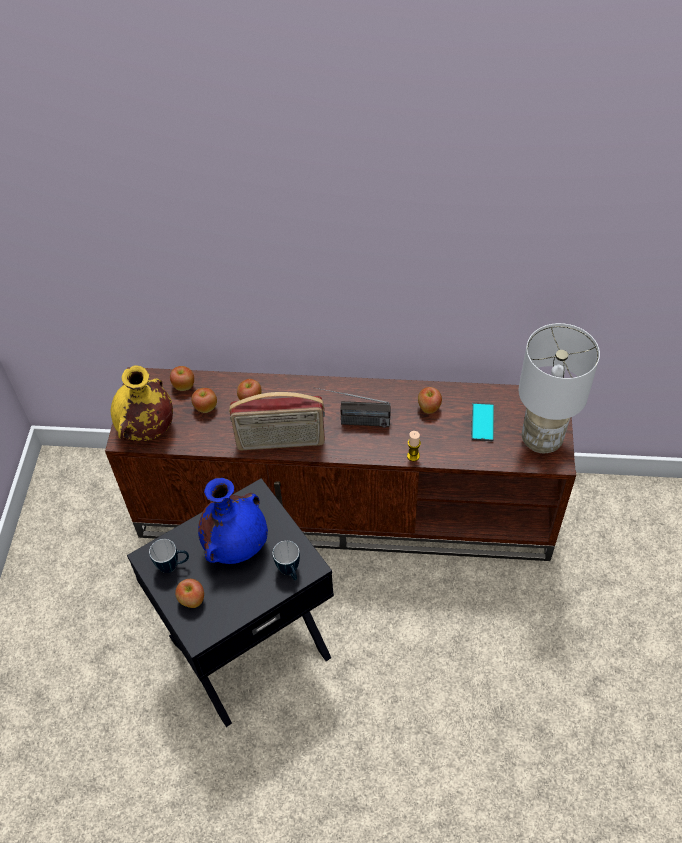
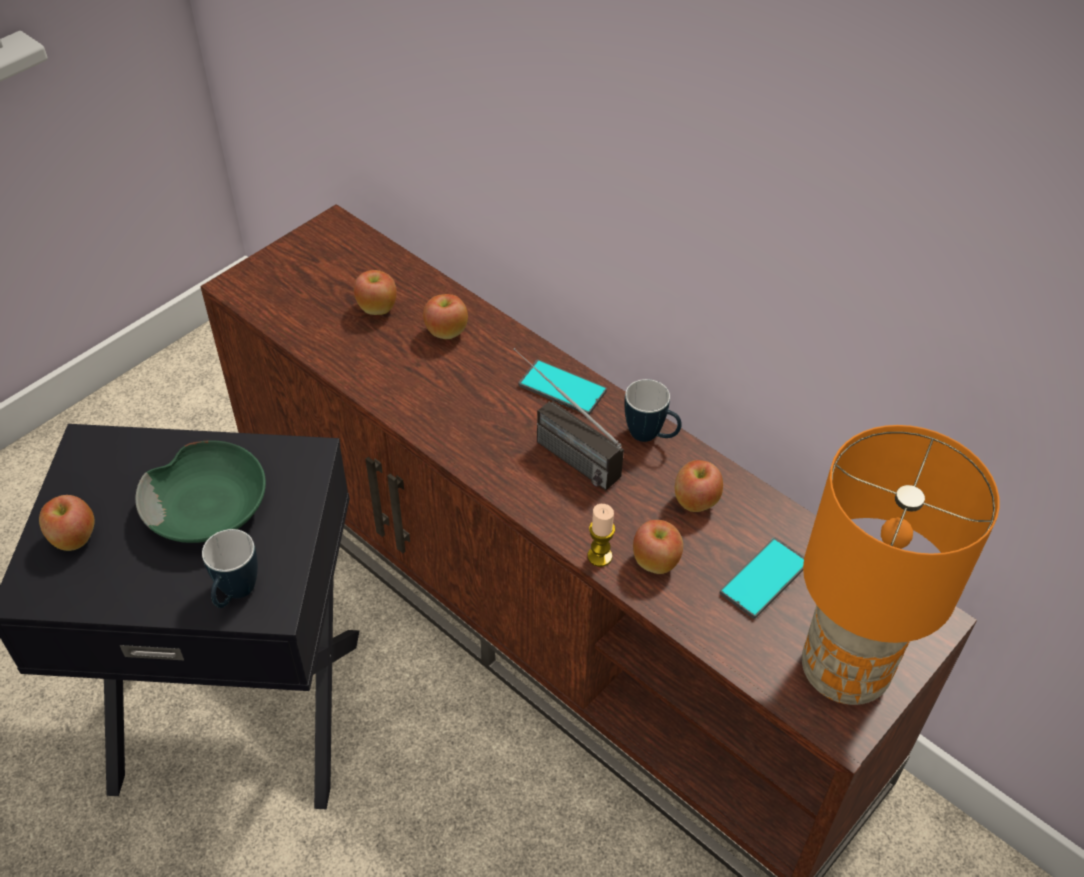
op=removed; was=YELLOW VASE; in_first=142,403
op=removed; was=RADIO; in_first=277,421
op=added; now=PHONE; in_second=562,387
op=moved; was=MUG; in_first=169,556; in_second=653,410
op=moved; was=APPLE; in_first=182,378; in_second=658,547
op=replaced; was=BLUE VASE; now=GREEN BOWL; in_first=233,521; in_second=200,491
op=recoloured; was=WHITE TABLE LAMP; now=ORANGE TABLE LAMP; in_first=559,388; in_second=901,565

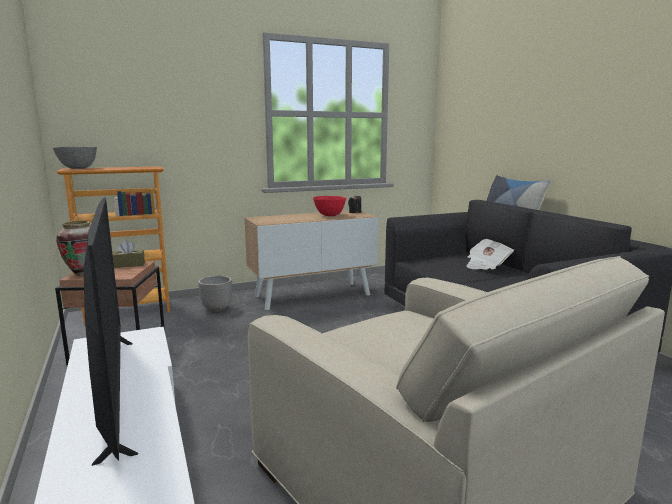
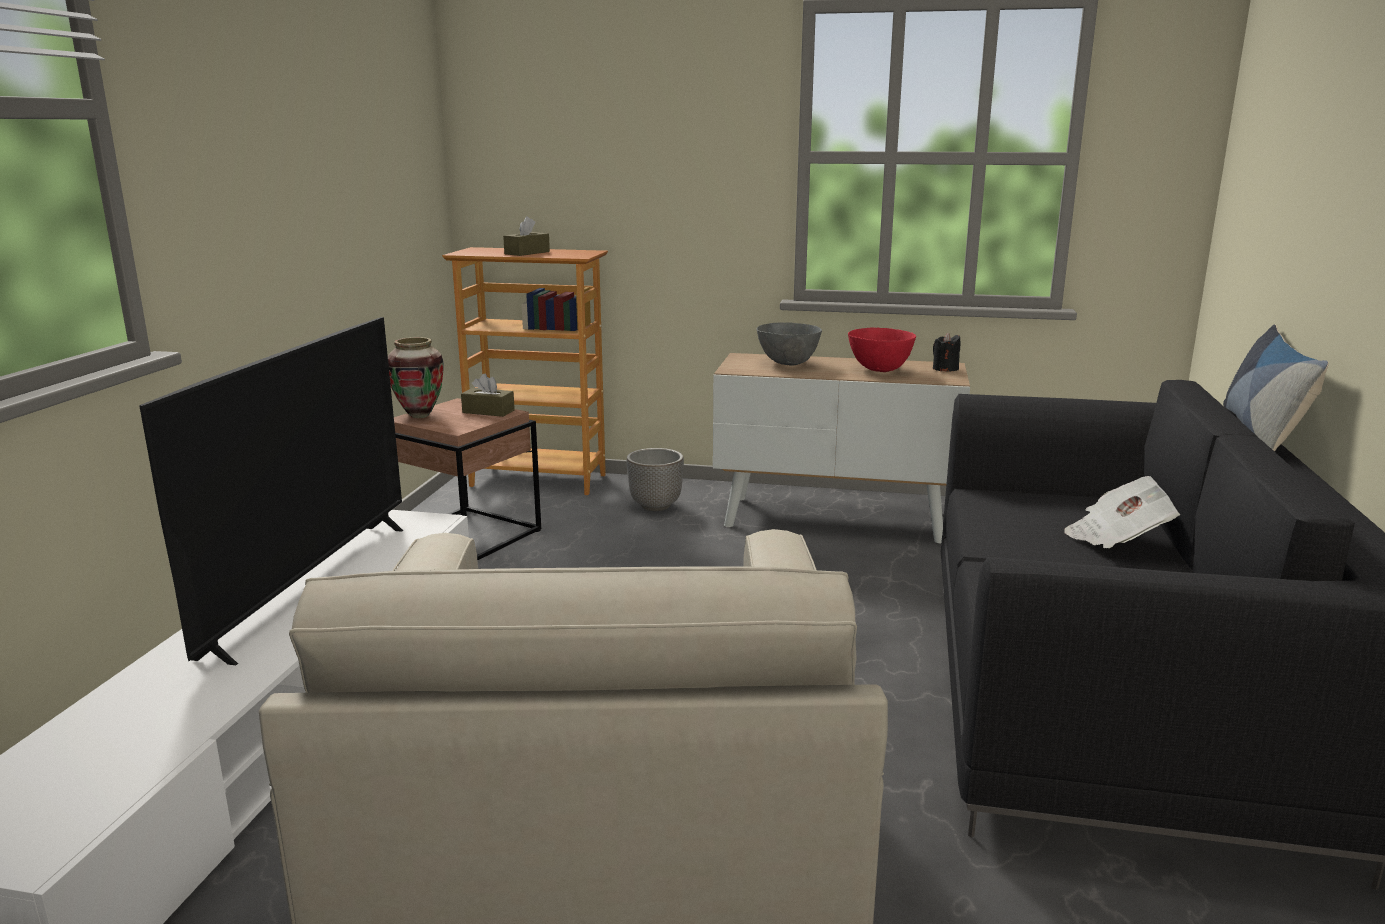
op=added; now=BROWN TISSUE BOX; in_second=526,236
op=moved; was=GREY BOWL; in_first=75,158; in_second=789,343

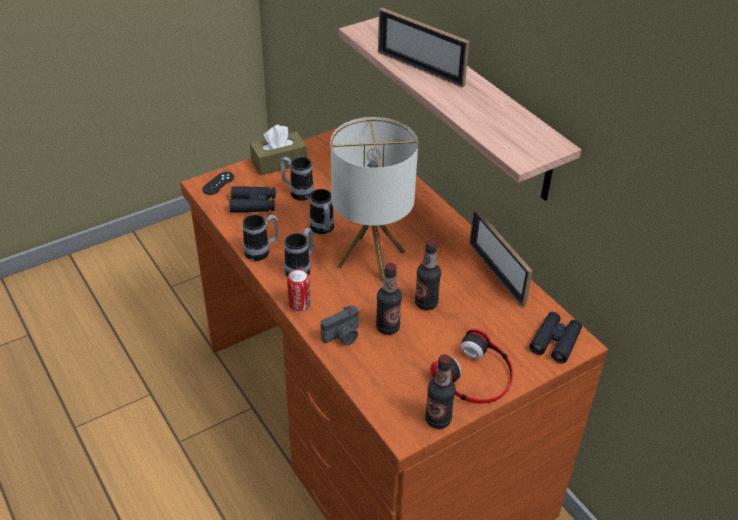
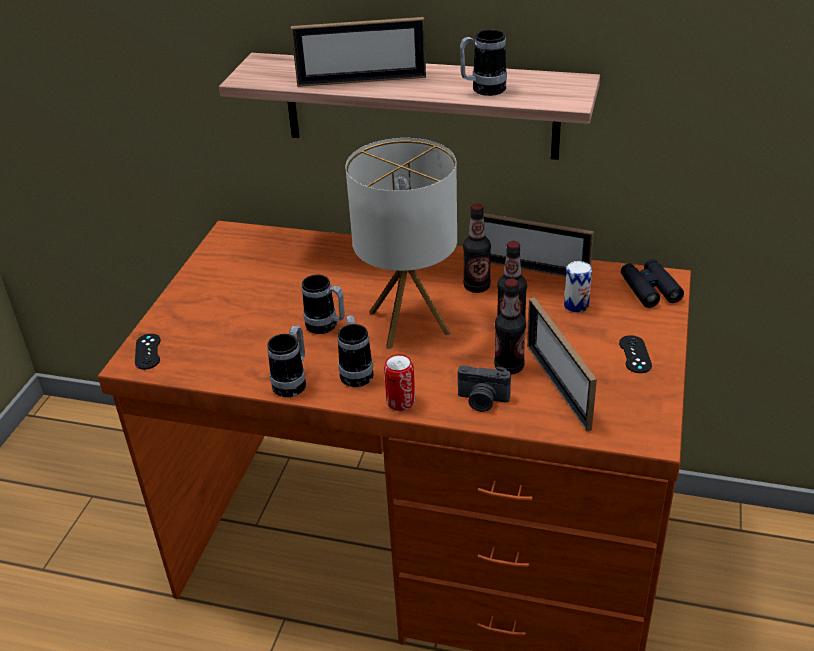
op=removed; was=BLACK BINOCULARS; in_first=252,199
op=removed; was=BROWN TISSUE BOX; in_first=278,150
op=added; now=PICTURE FRAME; in_second=562,364
op=added; now=CAN; in_second=578,287
op=moved; was=MUG; in_first=297,179; in_second=483,62
op=moved; was=BOTTLE; in_first=440,391; in_second=477,248
op=replaced; was=HEADPHONES; now=BLACK GAME CONTROLLER; in_first=472,366; in_second=635,354
op=turned; was=PHOTO CAMERA; in_first=339,325; in_second=484,388; clockwise=90

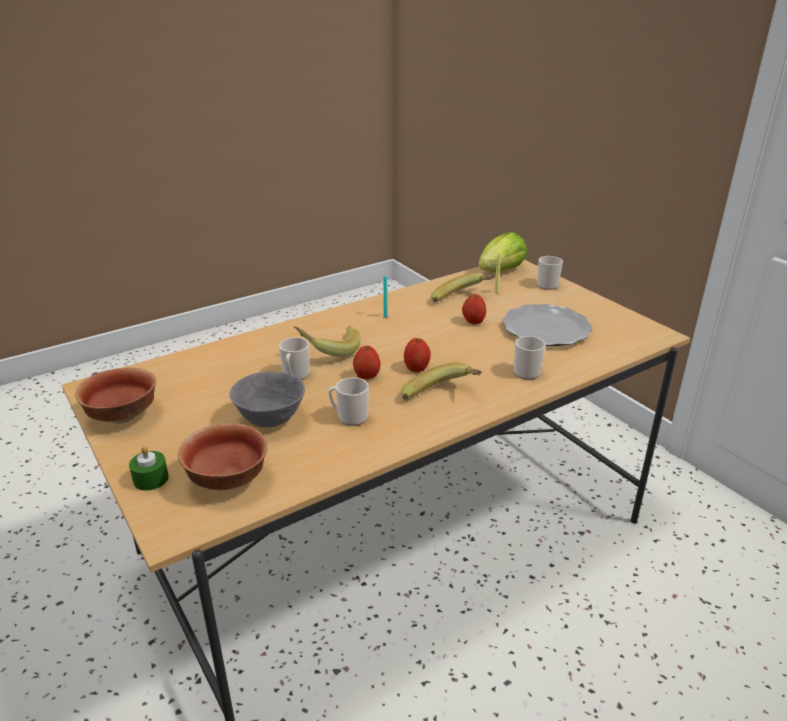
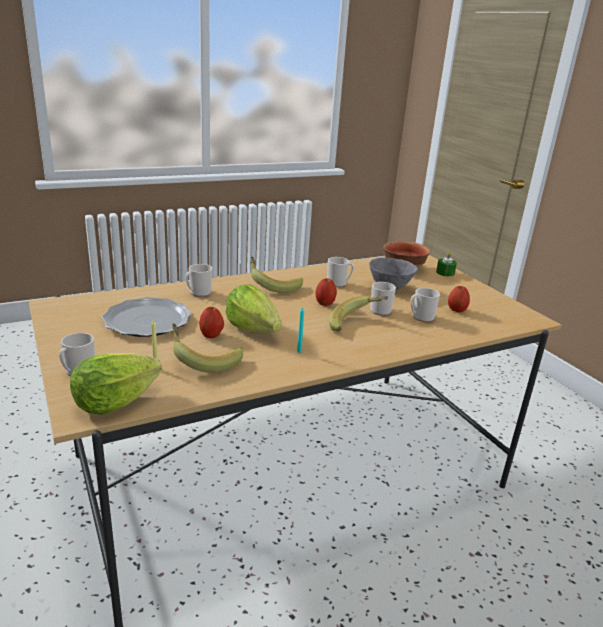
op=removed; was=BOWL; in_first=115,395
op=added; now=LETTUCE; in_second=253,309
op=added; now=MUG; in_second=425,305
op=moved; was=APPLE; in_first=417,355; in_second=459,299

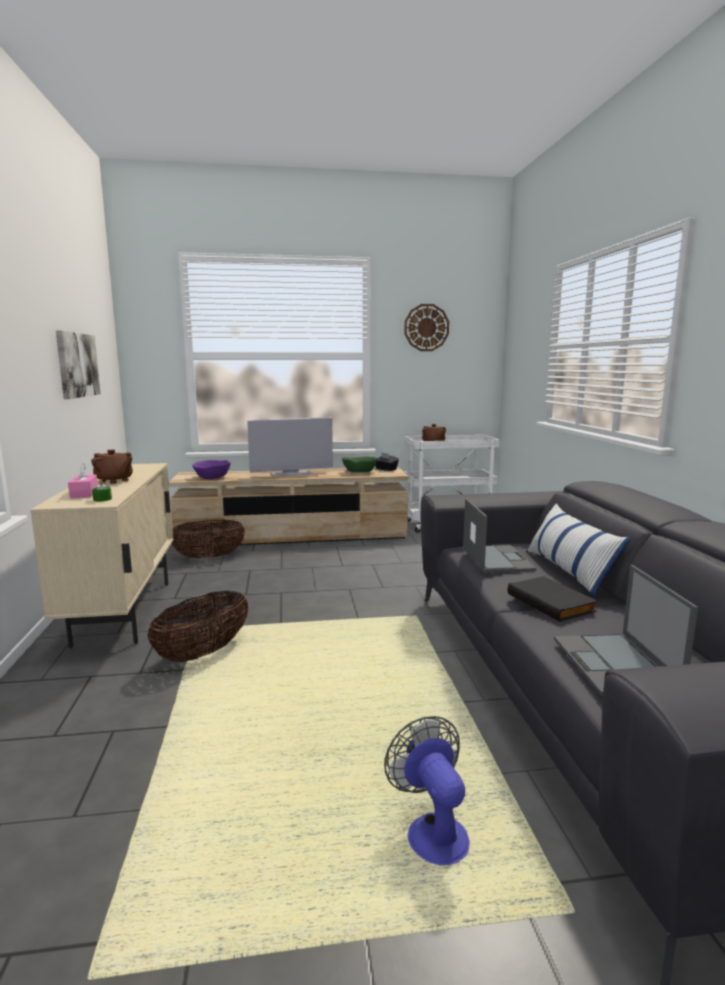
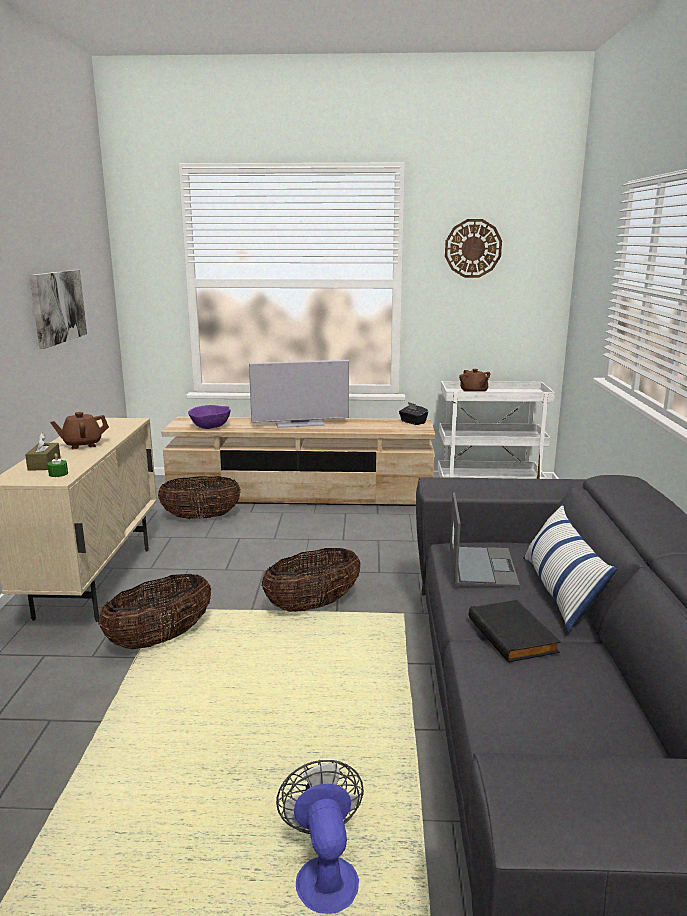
op=removed; was=GREEN BOWL; in_first=359,464
op=removed; was=LAPTOP; in_first=626,630
op=added; now=BASKET; in_second=311,580
op=recoloured; was=PINK TISSUE BOX; now=BROWN TISSUE BOX; in_first=83,480; in_second=43,452
op=turned; was=BROWN TEAPOT; in_first=112,467; in_second=79,430; clockwise=120

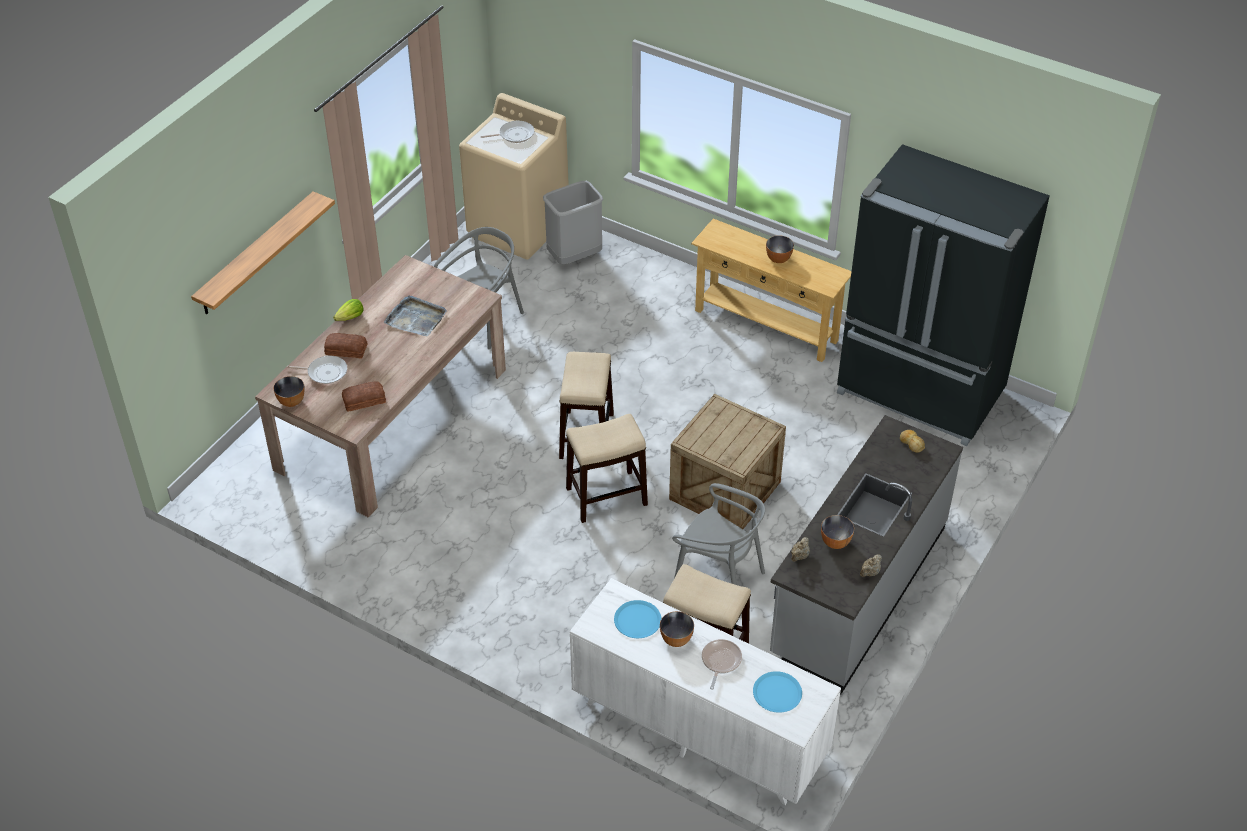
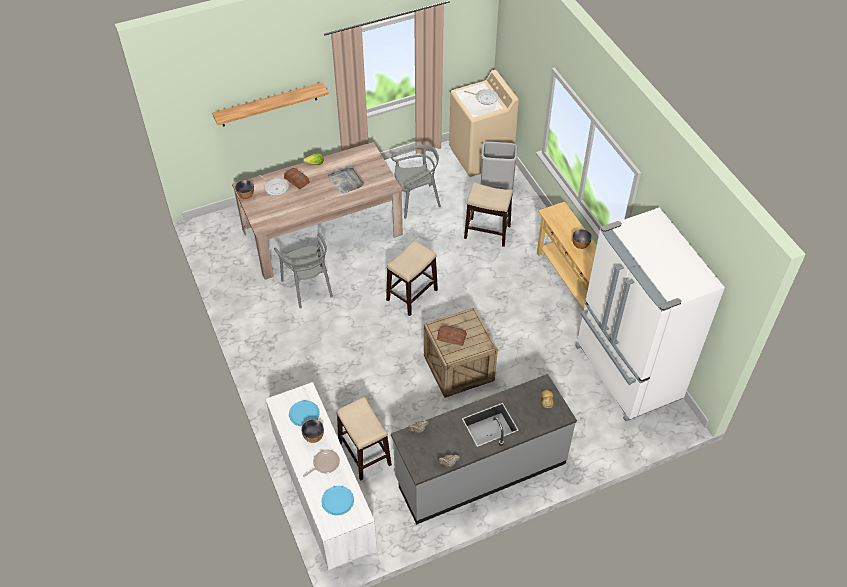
op=removed; was=BOWL; in_first=837,532
op=moved; was=BREAD; in_first=364,396; in_second=452,336
op=moved; was=STOOL; in_first=607,468; in_second=488,214
op=moved; was=GREY CHAIR; in_first=718,534; in_second=303,271
op=recoloured; was=BLACK FRIDGE; now=WHITE FRIDGE; in_first=943,295; in_second=650,314

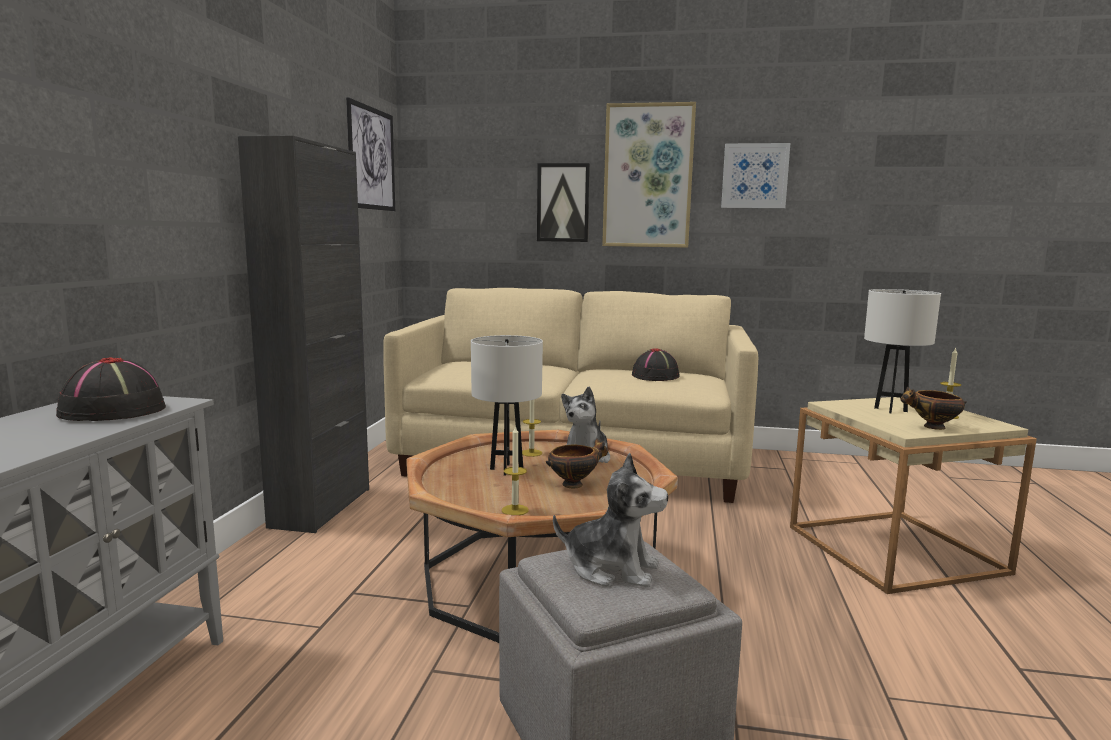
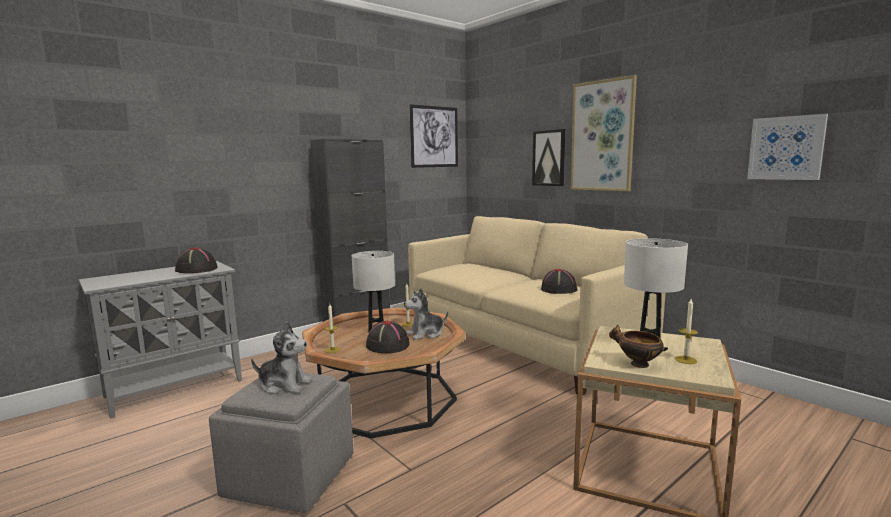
op=moved; was=PICTURE; in_first=755,175; in_second=787,147
op=replaced; was=BOWL; now=BLACK HAT; in_first=577,463; in_second=387,337
op=turned; was=PLUSH TOY; in_first=610,520; in_second=281,358; clockwise=-45

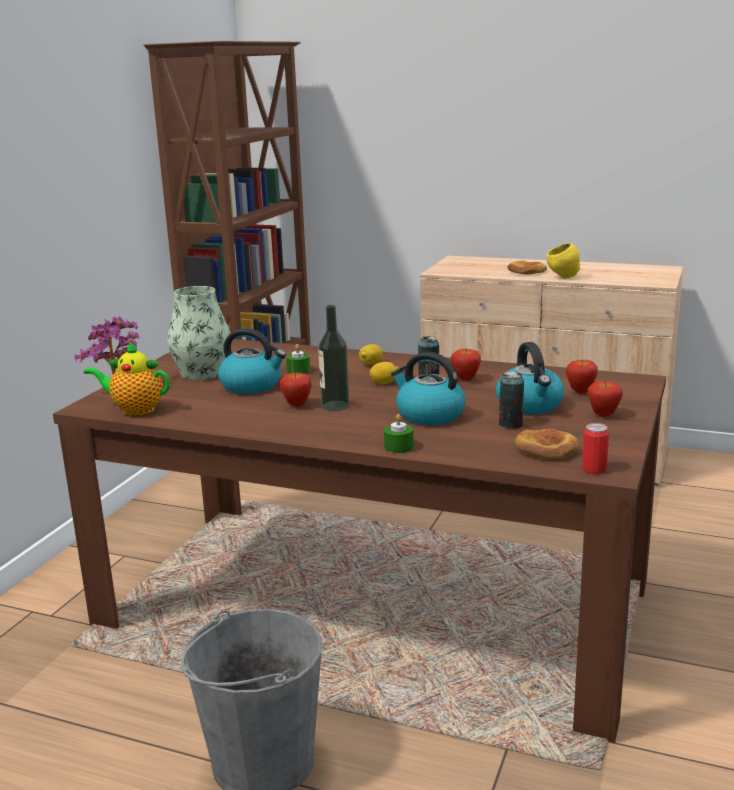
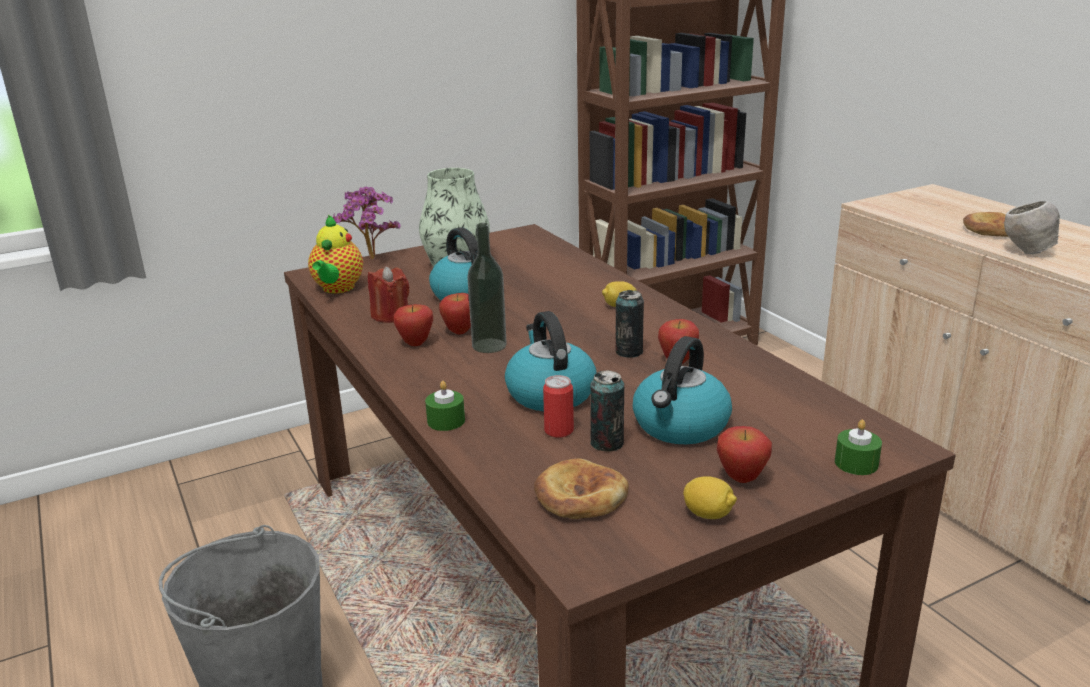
op=added; now=RED CANDLE; in_second=388,294
op=moved; was=GREEN CANDLE; in_first=298,359; in_second=858,447
op=moved; was=LEMON; in_first=383,373; in_second=710,497
op=moved; was=APPLE; in_first=582,377; in_second=413,325
op=moved; was=CAN; in_first=595,448; in_second=558,406
op=recoloured; was=YELLOW BOWL; now=GREY BOWL; in_first=563,261; in_second=1032,227
op=turned; was=TEAPOT; in_first=127,379; in_second=335,254; clockwise=-135

